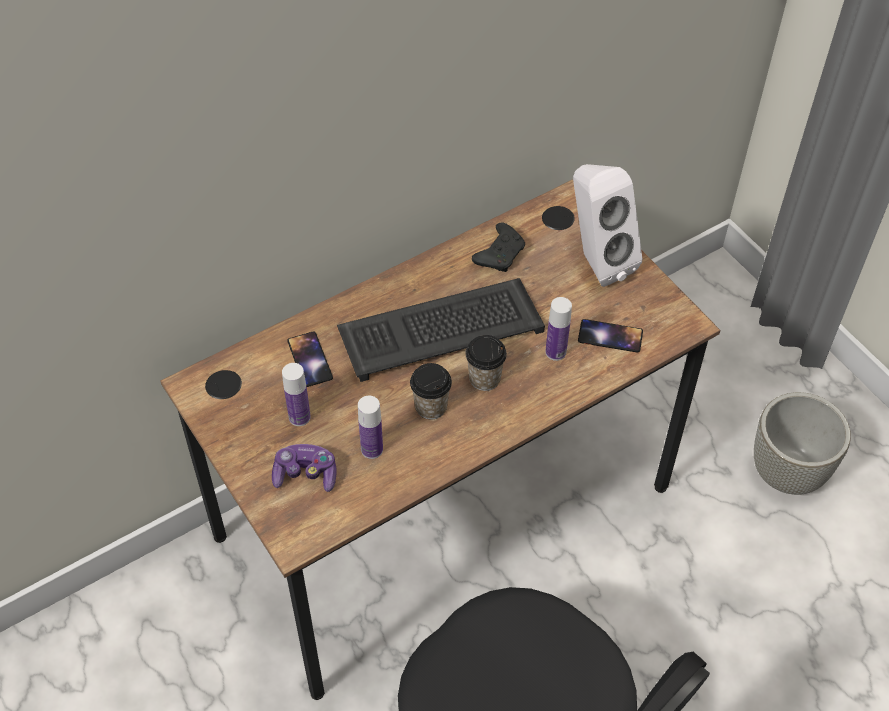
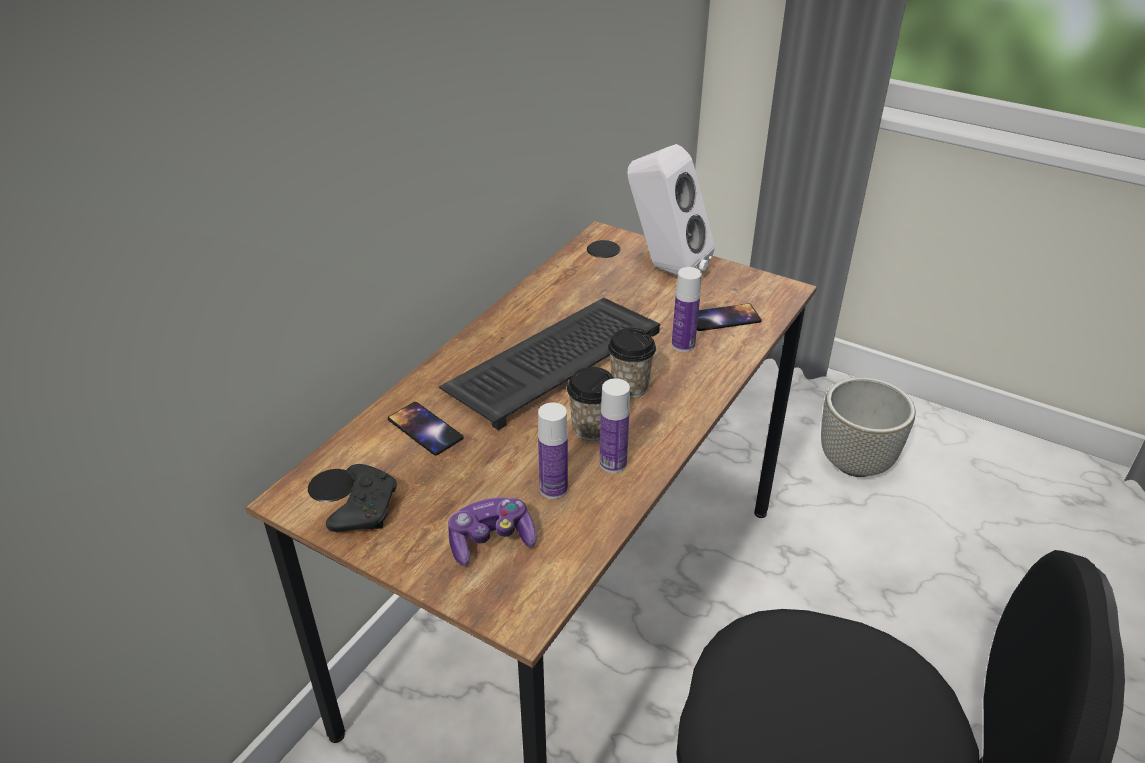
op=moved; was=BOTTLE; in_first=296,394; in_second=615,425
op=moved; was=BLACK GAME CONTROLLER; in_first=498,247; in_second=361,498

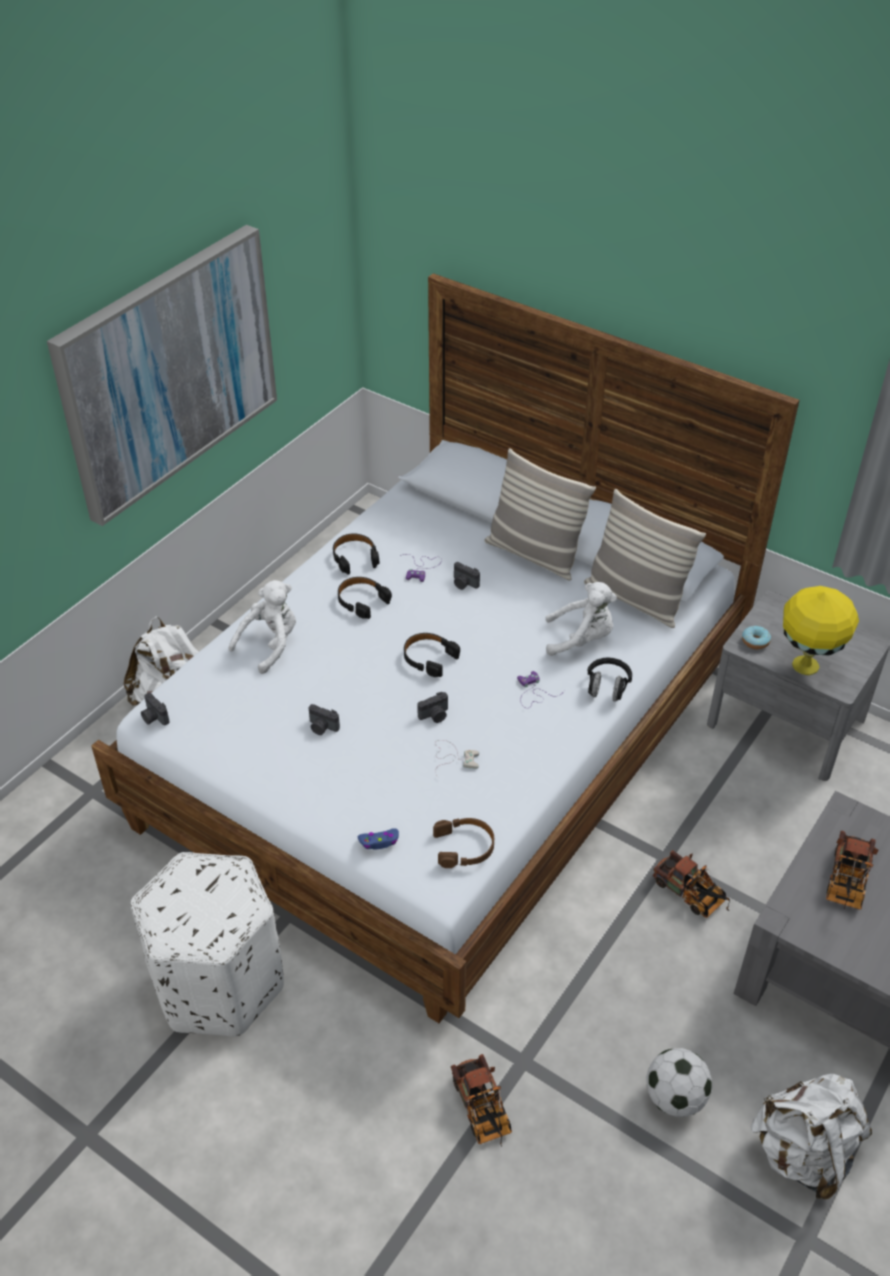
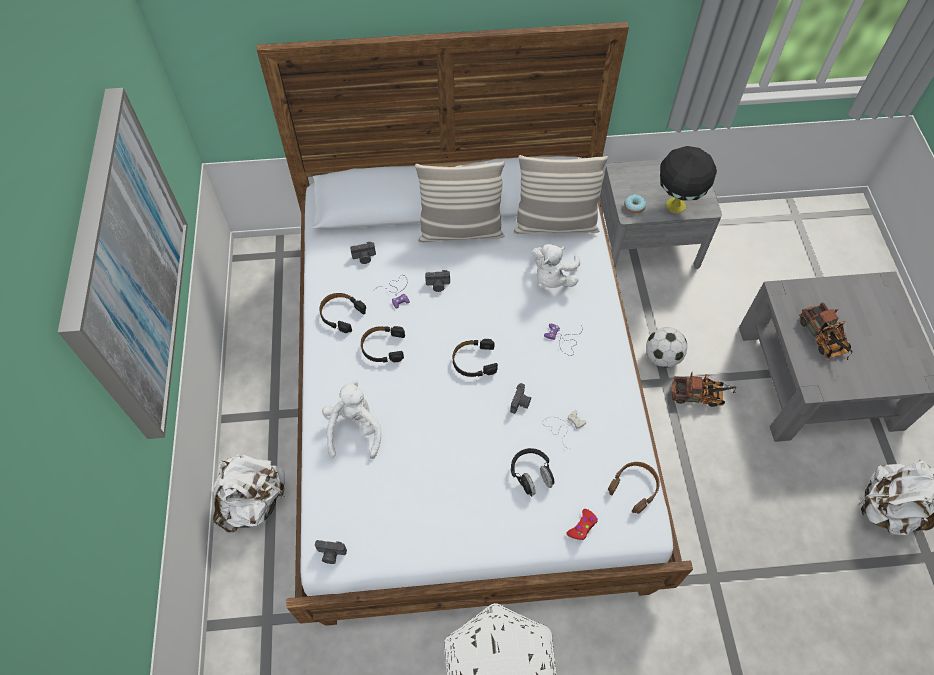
op=removed; was=TOY TRUCK; in_first=481,1100
op=moved; was=PHOTO CAMERA; in_first=324,719; in_second=363,253
op=moved; was=BLACK HEADPHONES; in_first=609,680; in_second=533,472
op=moved; was=FOOTBALL; in_first=679,1082; in_second=666,347
op=recoloured; was=BLUE GAME CONTROLLER; now=RED GAME CONTROLLER; in_first=378,839; in_second=582,524
op=recoloured; was=YELLOW TABLE LAMP; now=BLACK TABLE LAMP; in_first=821,630; in_second=688,179
op=turned; was=WHITE PLUSH TOY; in_first=581,619; in_second=556,266; clockwise=150

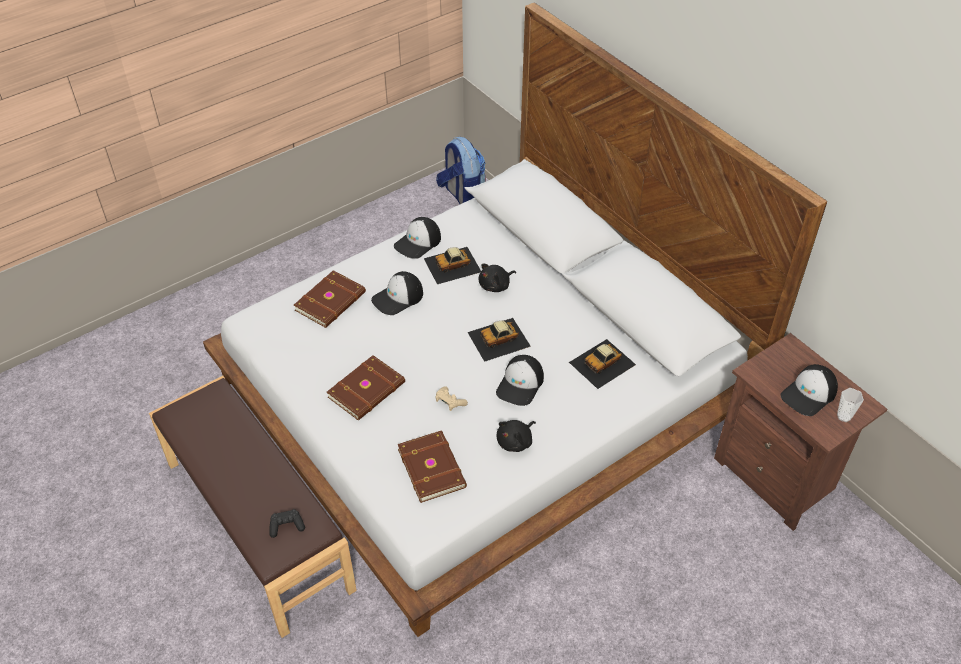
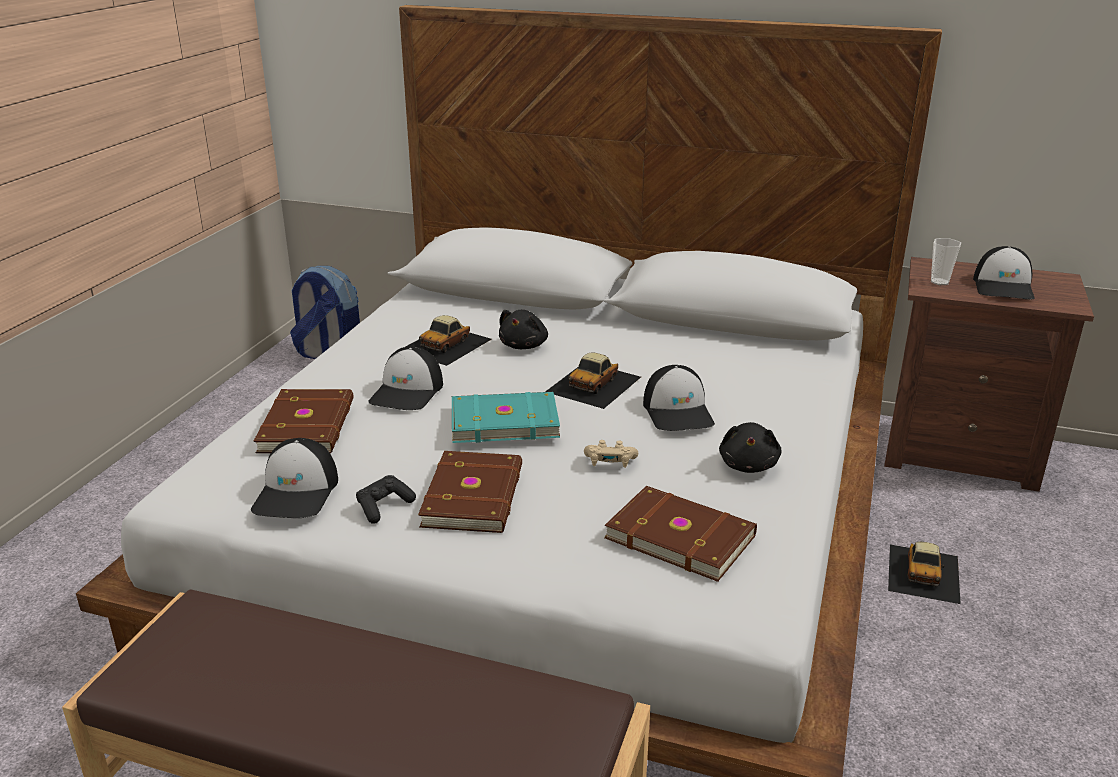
op=added; now=TURQUOISE BOOK; in_second=506,417
op=moved; was=BLACK GAME CONTROLLER; in_first=287,523; in_second=386,499
op=moved; was=CAP; in_first=417,238; in_second=294,478
op=moved; was=TOY CAR; in_first=602,364; in_second=924,573
op=moved; was=CUP; in_first=850,405; in_second=946,261

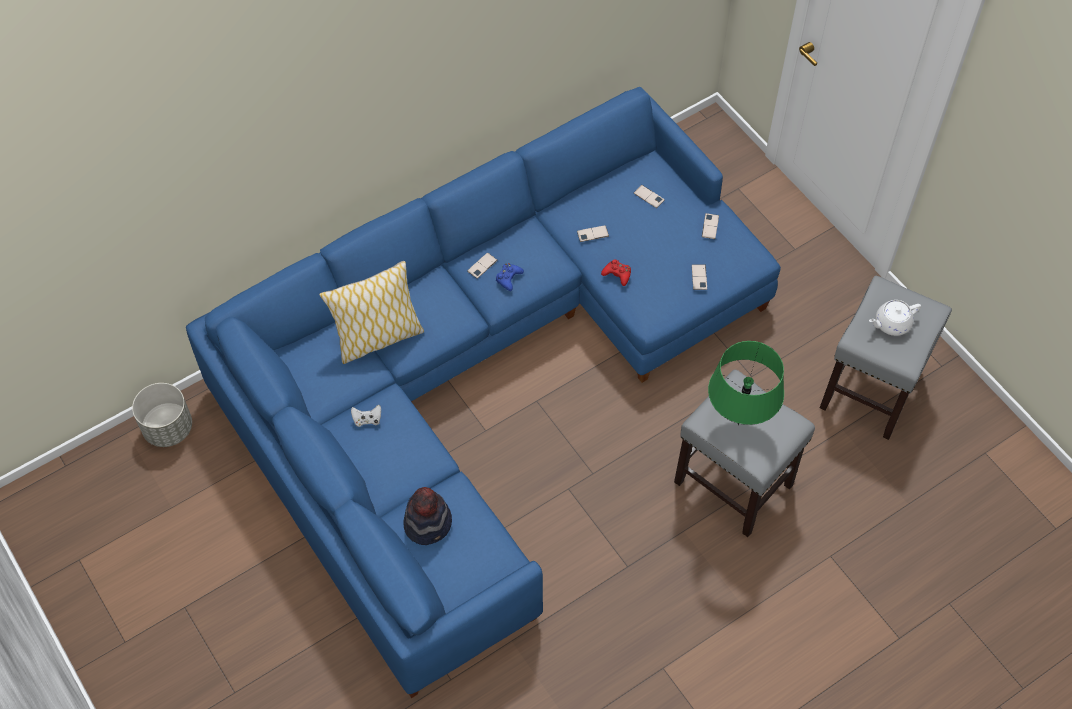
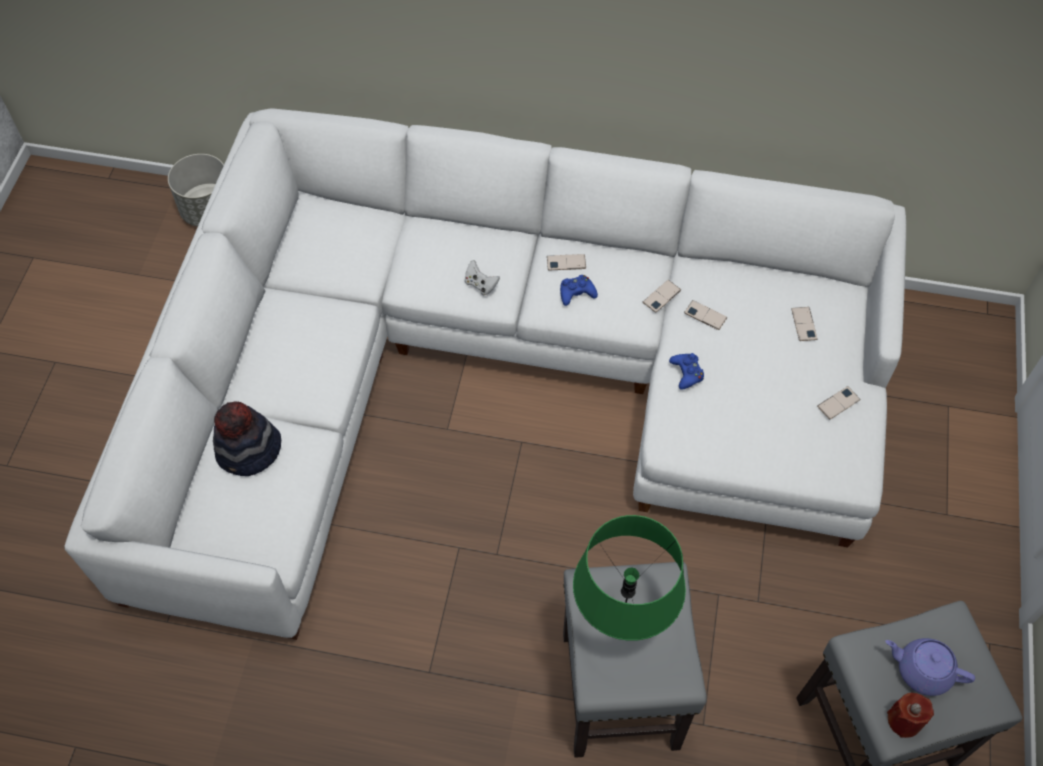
op=removed; was=PILLOW; in_first=371,312
op=added; now=RED CANDLE; in_second=910,715
op=moved; was=WHITE GAME CONTROLLER; in_first=366,416; in_second=482,278
op=moved; was=PHONE; in_first=699,277; in_second=662,296
op=recoloured; was=BLUE SOFA; now=WHITE SOFA; in_first=483,392; in_second=485,374
op=recoloured; was=RED GAME CONTROLLER; now=BLUE GAME CONTROLLER; in_first=616,272; in_second=686,371
op=recoloured; was=WHITE TEAPOT; now=PURPLE TEAPOT; in_first=895,318; in_second=930,667

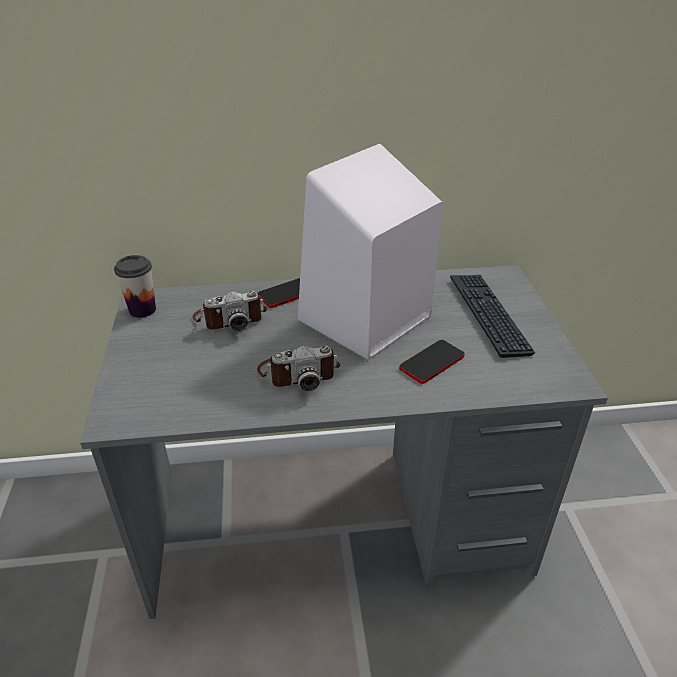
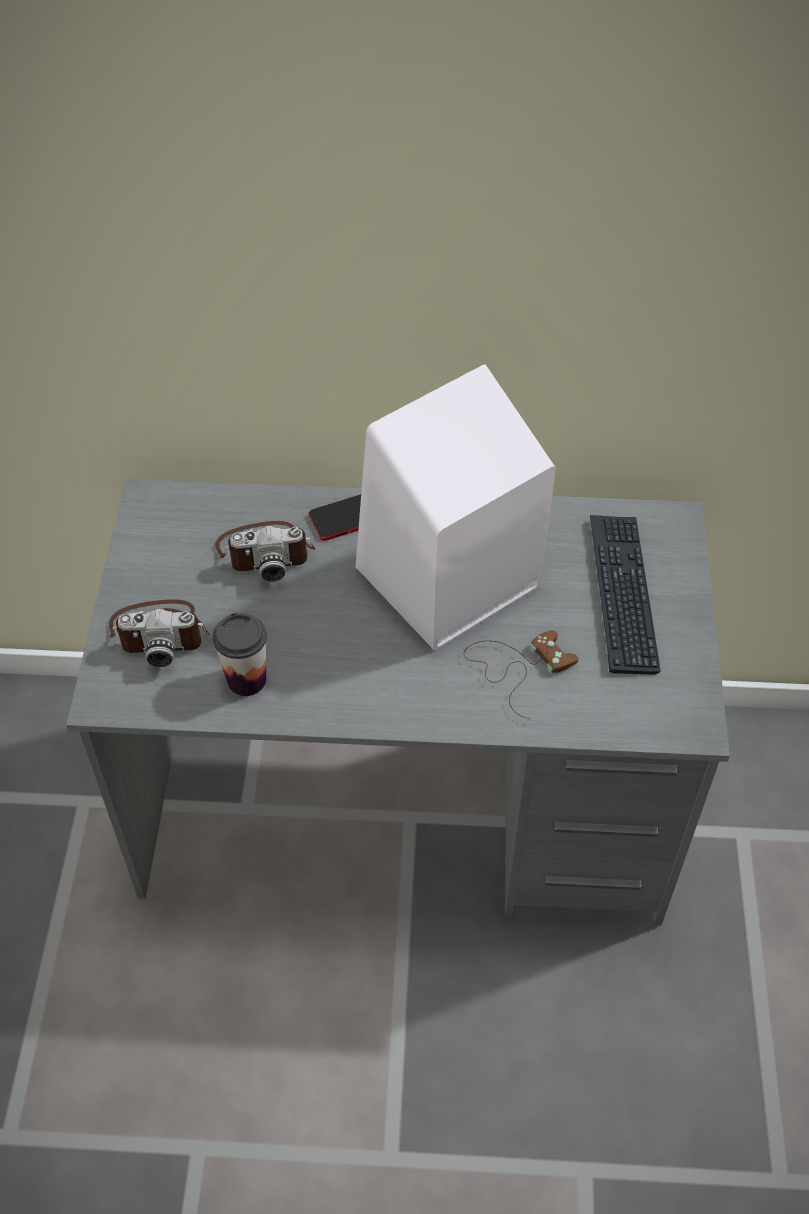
op=moved; was=CUP; in_first=135,286; in_second=240,654
op=moved; was=PHOTO CAMERA; in_first=298,368; in_second=159,633
op=replaced; was=PHONE; now=BROWN GAME CONTROLLER; in_first=432,362; in_second=521,675

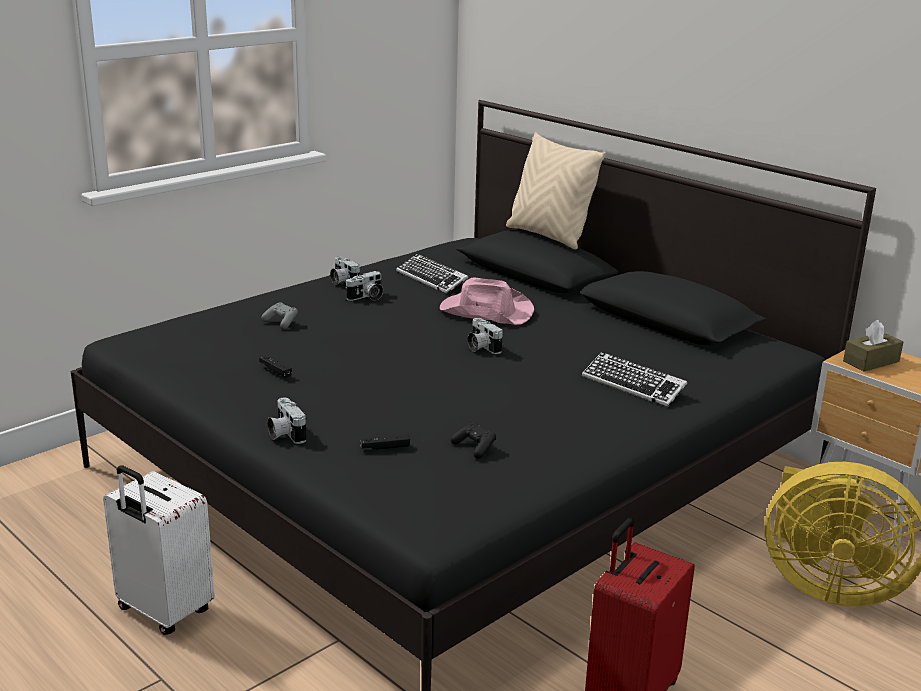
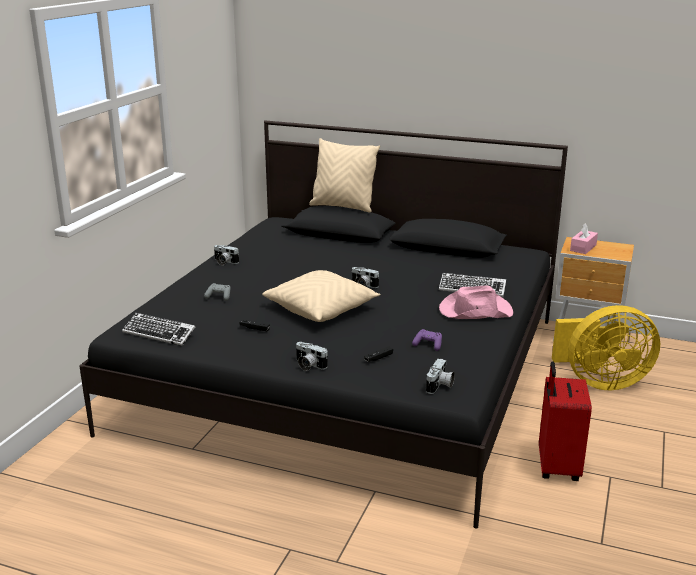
op=removed; was=WHITE SUITCASE; in_first=159,550
op=added; now=BEIGE PILLOW; in_second=321,296
op=moved; was=PHOTO CAMERA; in_first=364,286; in_second=440,376
op=moved; was=KEYBOARD; in_first=432,274; in_second=158,329
op=moved; was=PINK HAT; in_first=487,301; in_second=476,302
op=recoloured; was=BLACK GAME CONTROLLER; now=PURPLE GAME CONTROLLER; in_first=473,440; in_second=427,340
op=recoloured; was=BROWN TISSUE BOX; now=PINK TISSUE BOX; in_first=873,346; in_second=584,238

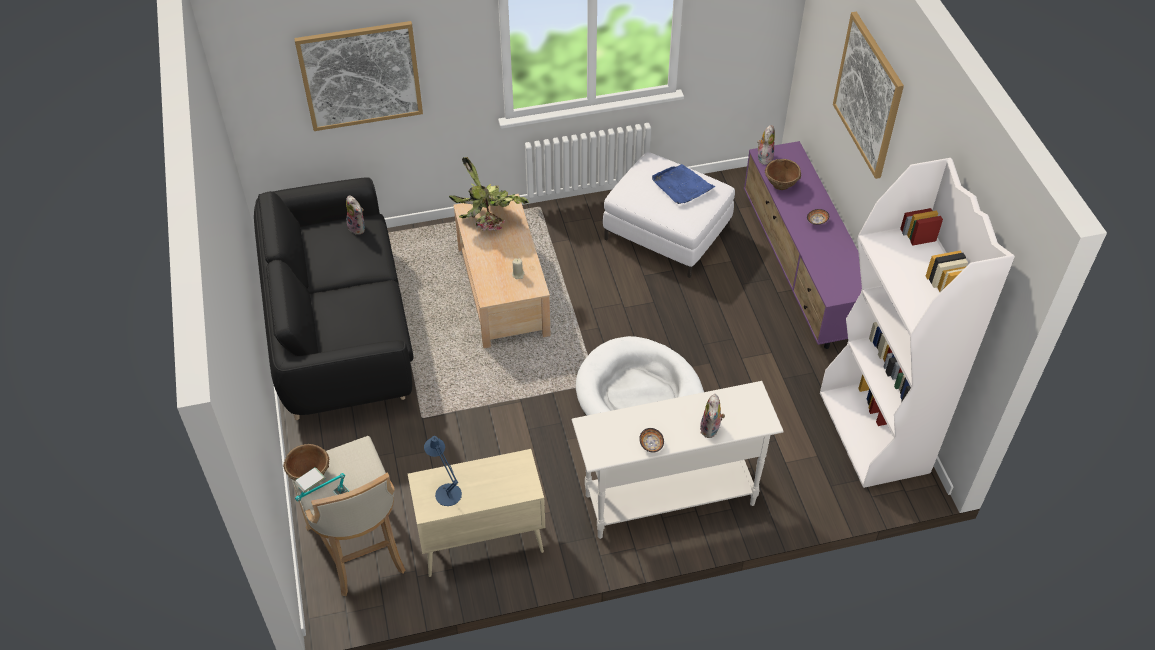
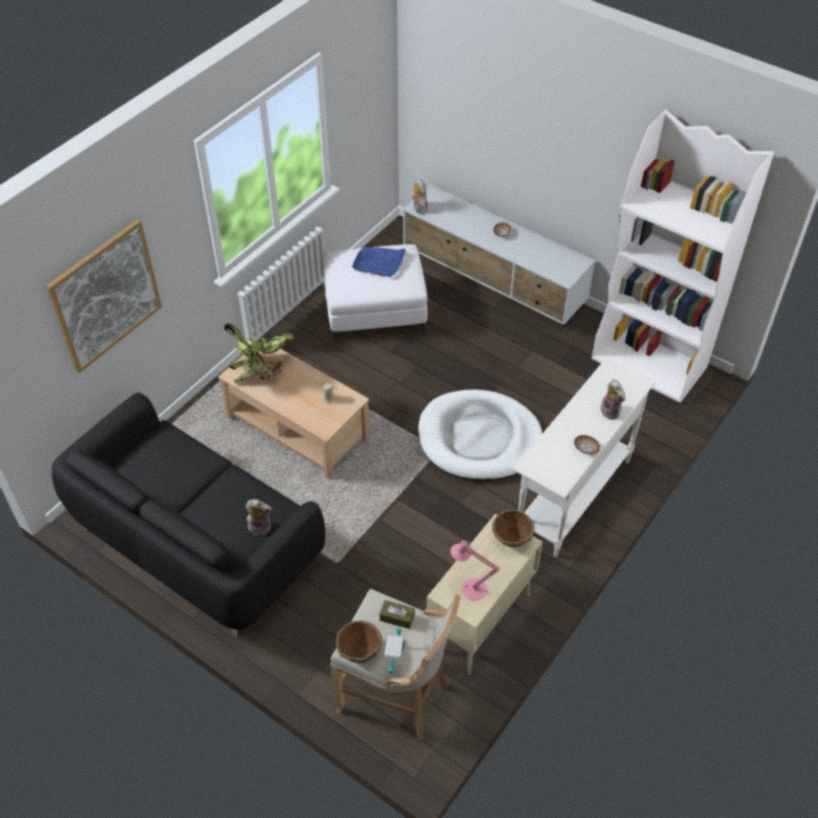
op=removed; was=PICTURE; in_first=868,95
op=added; now=BROWN TISSUE BOX; in_second=397,614
op=moved; was=PLUSH TOY; in_first=355,215; in_second=259,517
op=moved; was=BROWN BOWL; in_first=783,174; in_second=513,528
op=recoloured; was=BLUE TABLE LAMP; now=PINK TABLE LAMP; in_first=443,471; in_second=475,571
op=recoloured; was=PURPLE TV STAND; now=WHITE TV STAND; in_first=803,245; in_second=499,256

